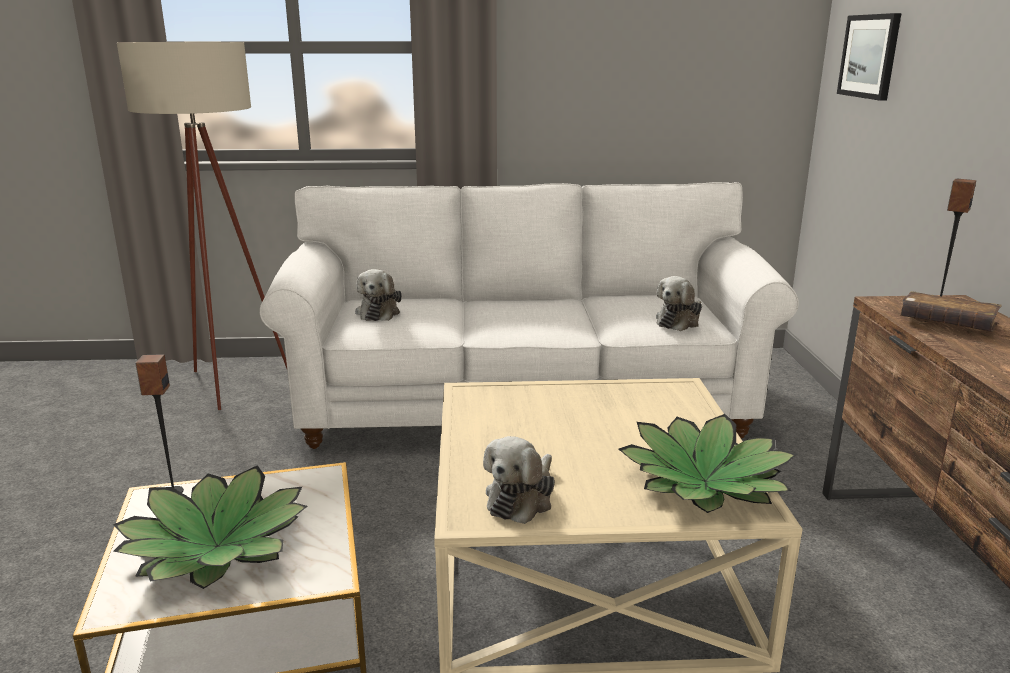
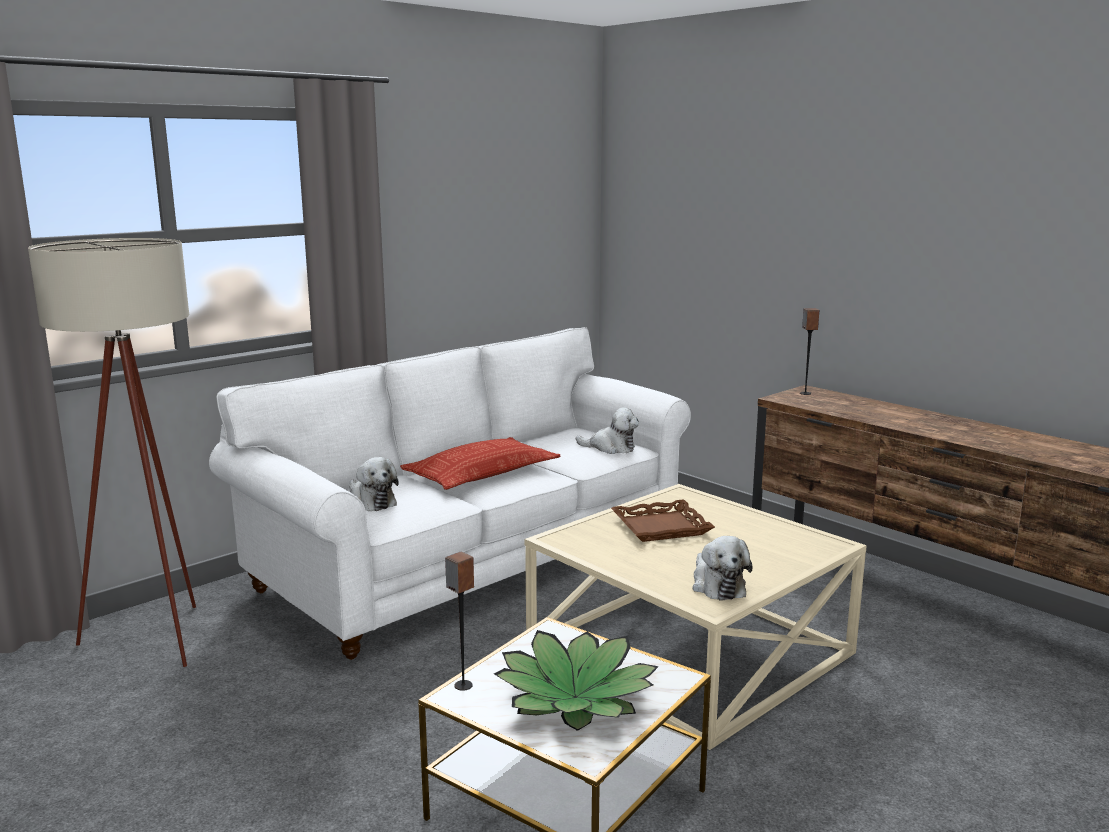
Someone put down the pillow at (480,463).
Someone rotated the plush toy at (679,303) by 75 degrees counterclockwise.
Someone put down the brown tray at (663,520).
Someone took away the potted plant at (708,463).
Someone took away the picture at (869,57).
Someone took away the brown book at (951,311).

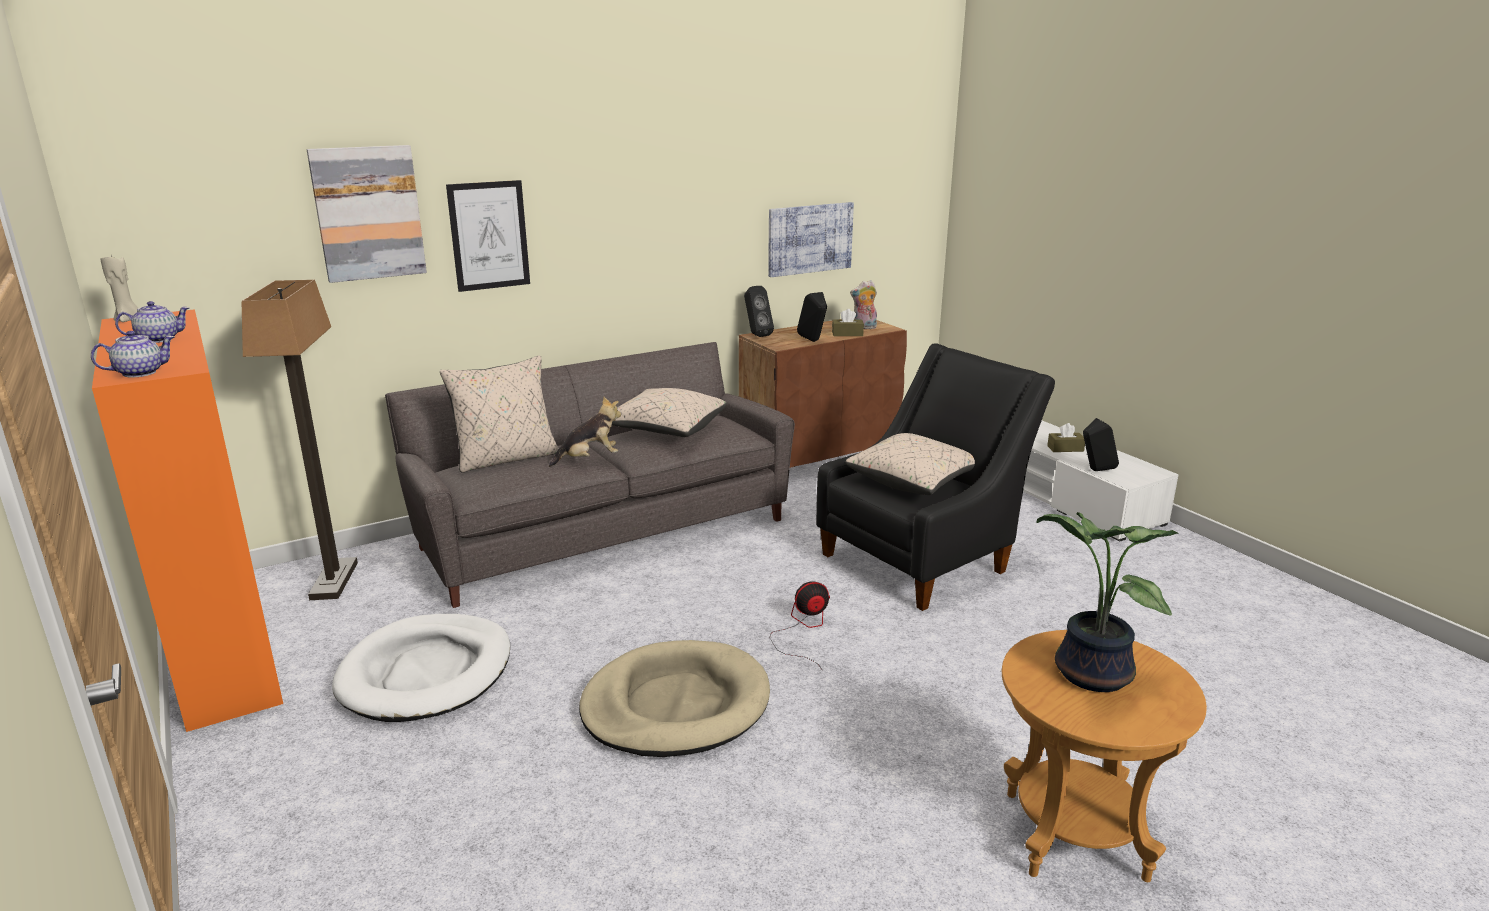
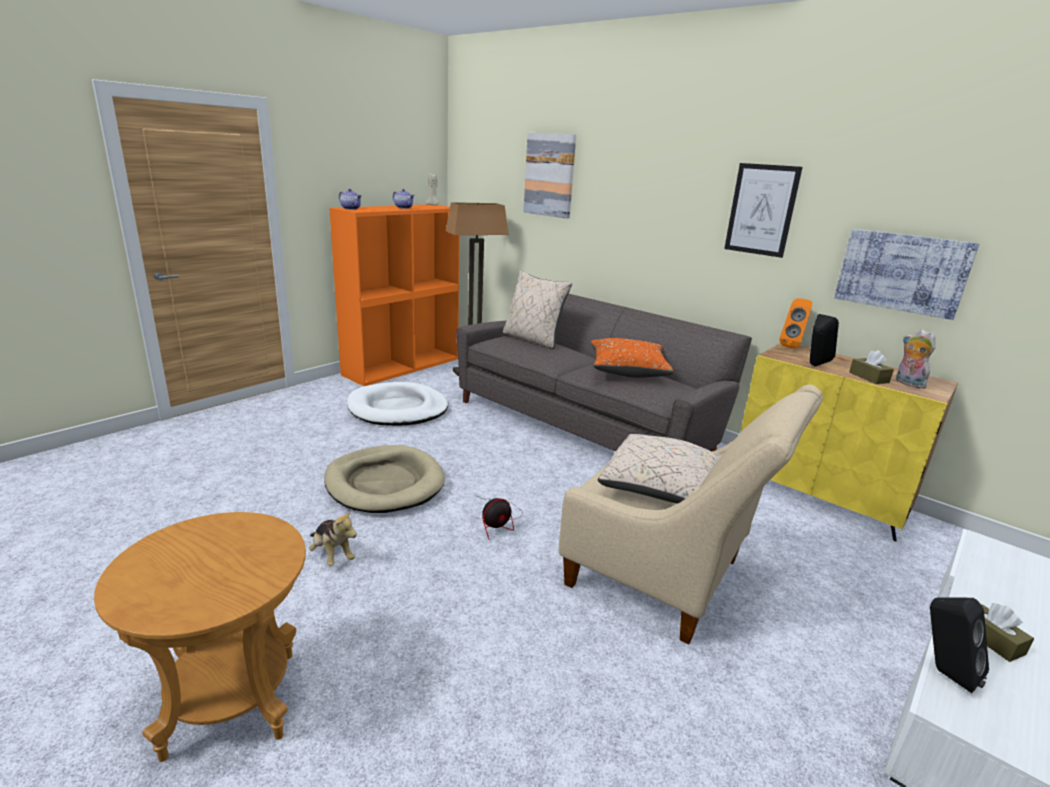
Someone carried the plush toy from (585,431) to (333,538).
Someone rotated the fan at (800,626) by 90 degrees clockwise.
Someone repainted the black armchair at (935,477), which became the beige armchair at (691,514).
Someone repainted the beige pillow at (669,412), which became the orange pillow at (632,358).
Someone carried the picture from (488,236) to (763,210).
Someone repainted the brown cabinet at (823,394), which became the yellow cabinet at (849,442).
Someone repainted the black speaker at (759,311), which became the orange speaker at (796,323).
Someone took away the potted plant at (1107,602).

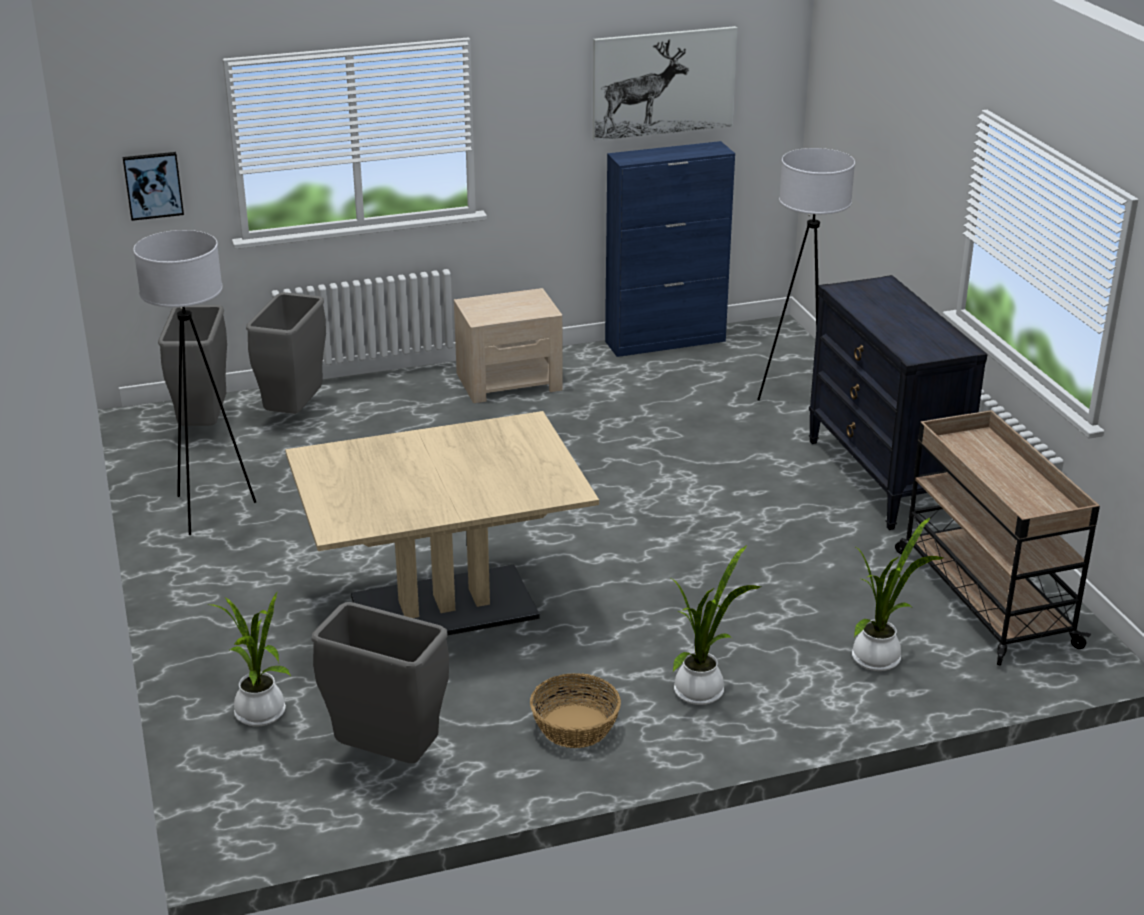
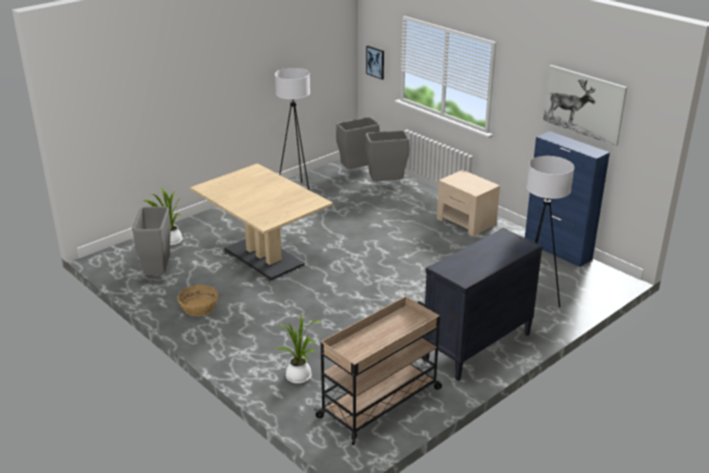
Someone took away the potted plant at (715,625).

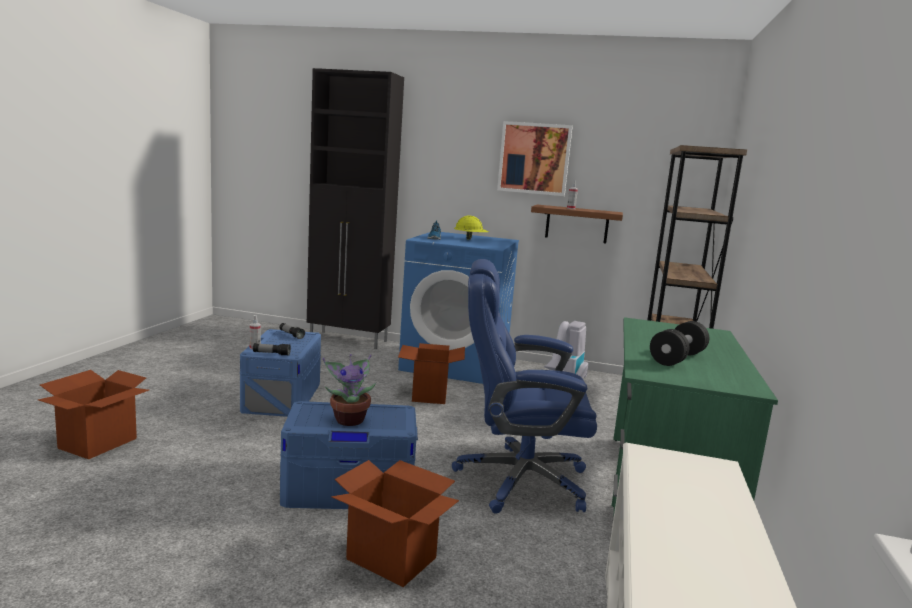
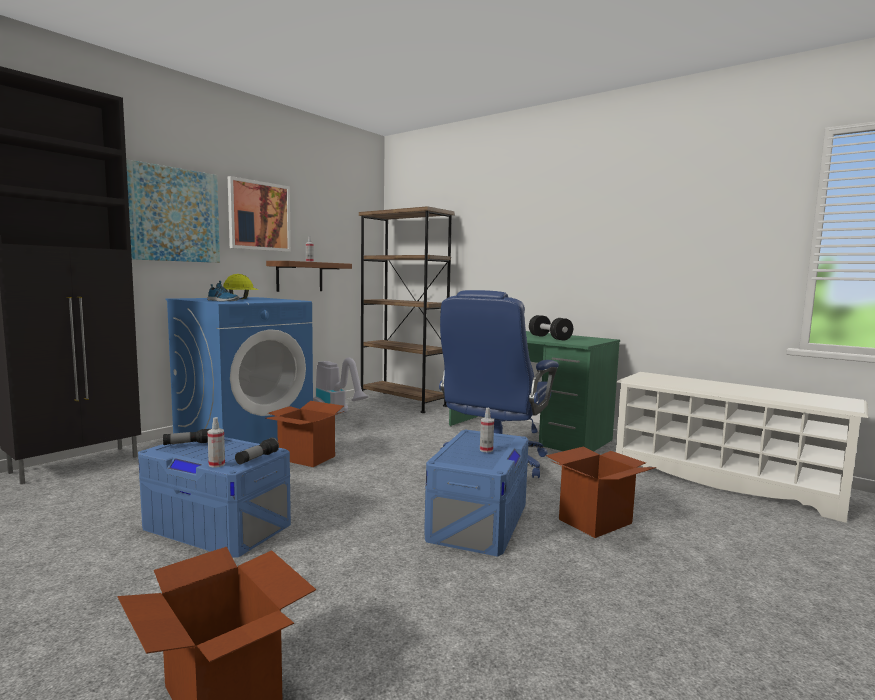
Someone put up the picture at (173,211).
Someone swapped the potted plant at (349,390) for the spray bottle at (487,430).

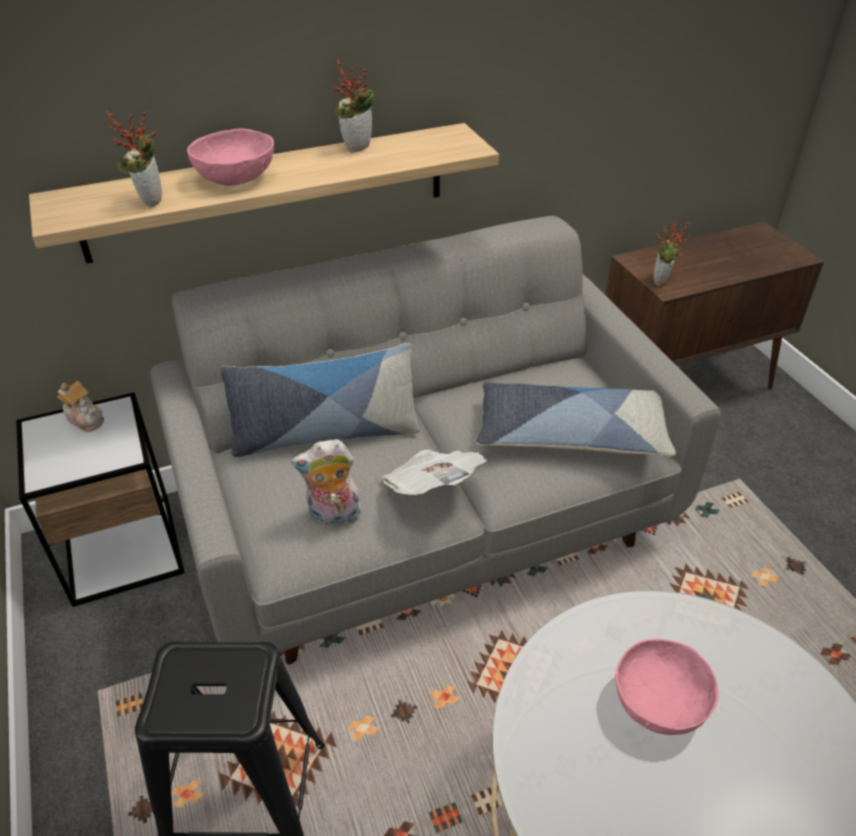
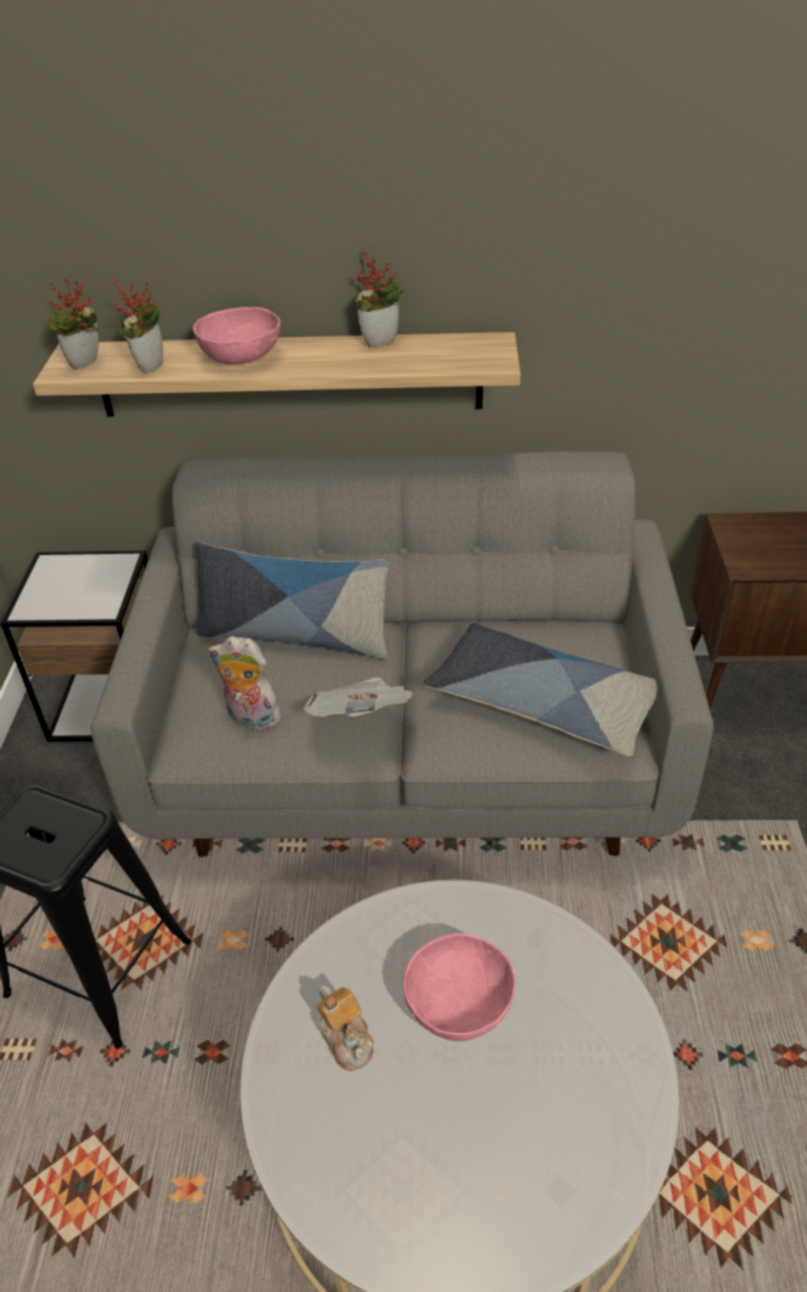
Someone carried the potted plant from (672,254) to (73,323).
Someone carried the teapot from (80,406) to (345,1028).

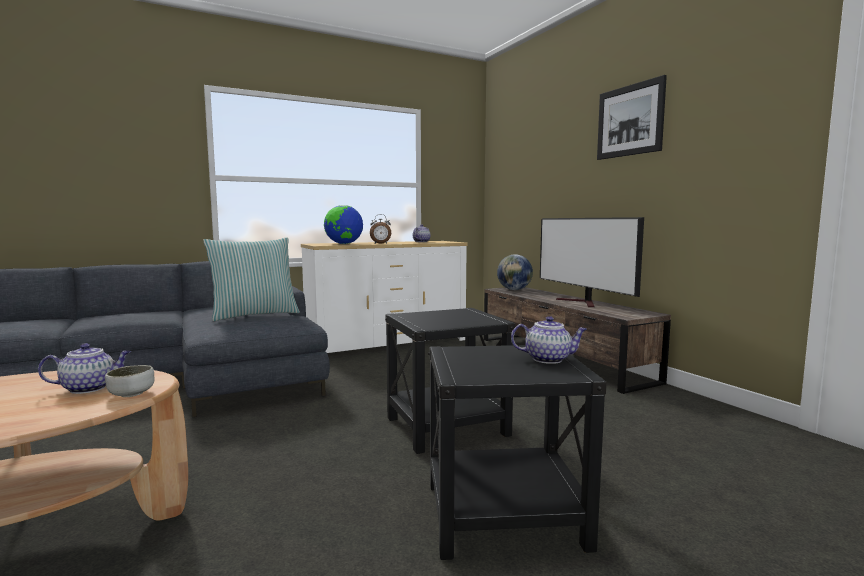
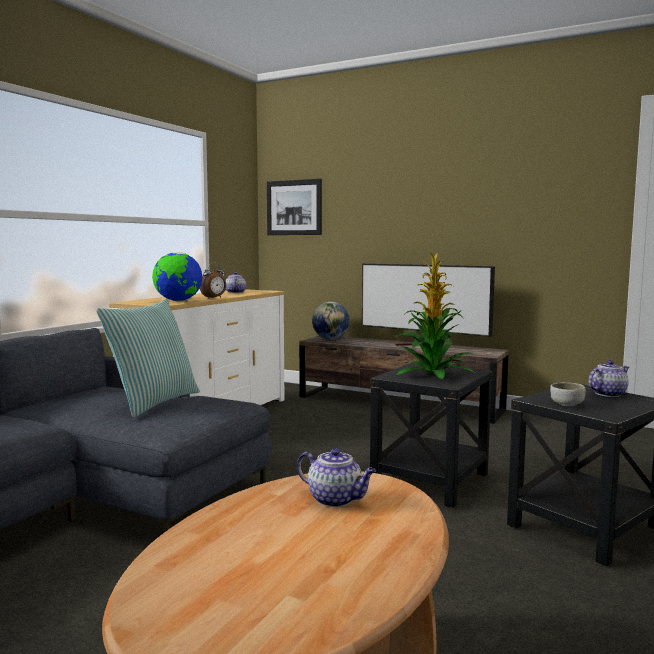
Someone carried the picture from (632,117) to (294,207).
Someone rotated the teapot at (84,368) by 90 degrees clockwise.
Someone put down the potted plant at (434,316).
Someone carried the bowl from (129,381) to (568,394).

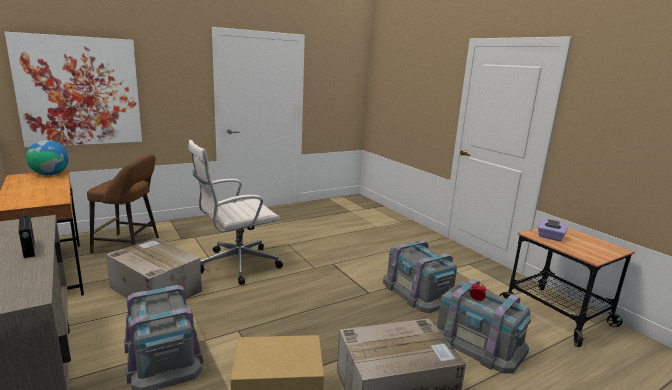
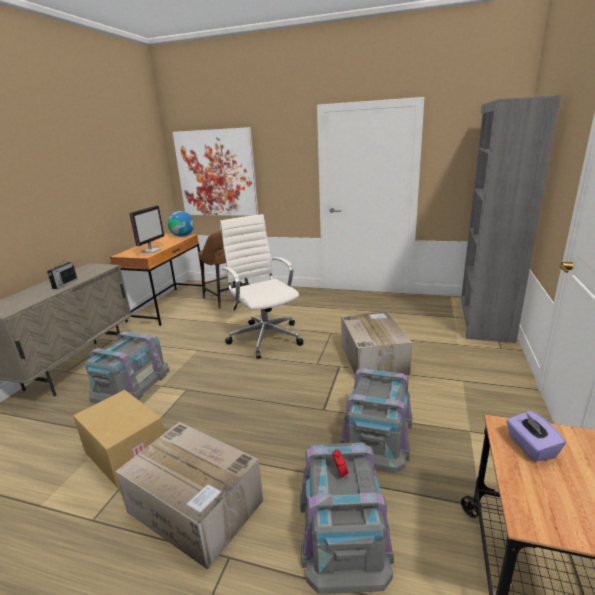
Someone put down the monitor at (147,229).
Someone rotated the white office chair at (235,212) by 45 degrees clockwise.
Someone carried the cardboard box from (154,268) to (376,343).
Someone put down the grey bookcase at (511,219).

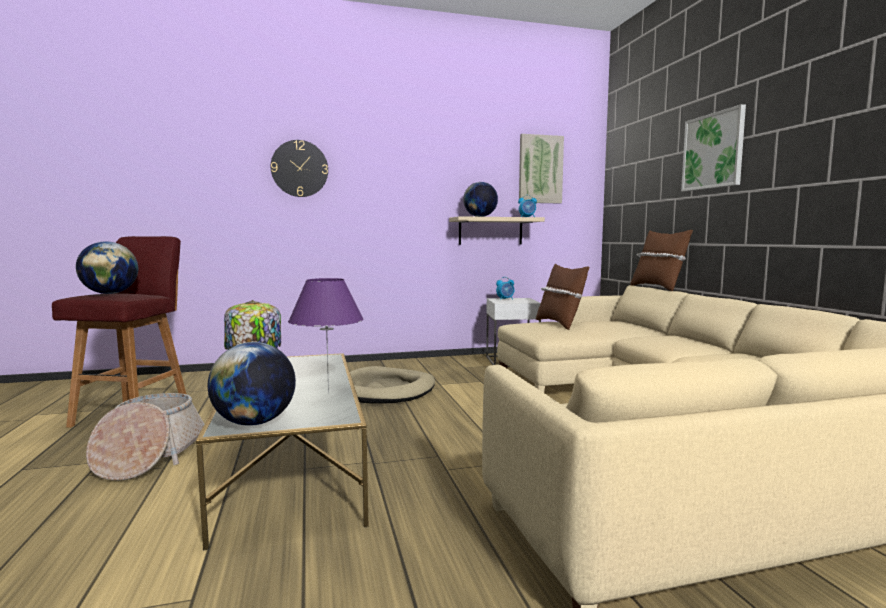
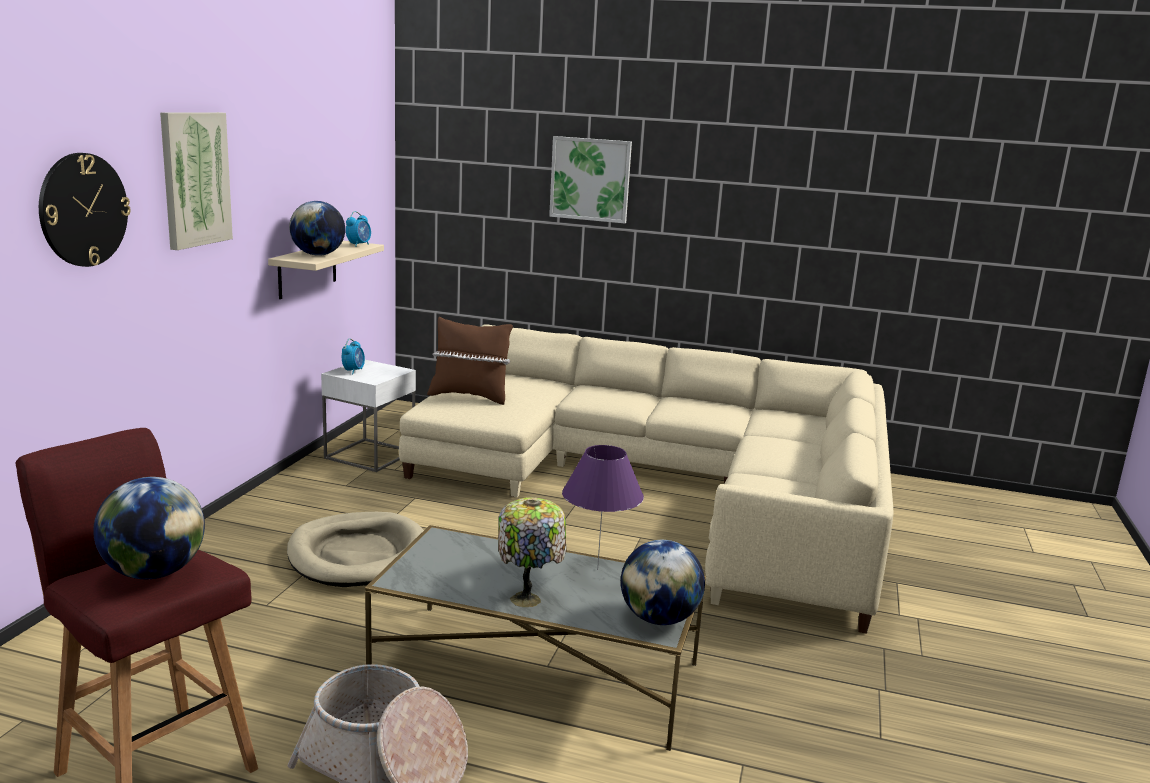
Someone carried the picture from (541,168) to (196,181).
Someone took away the brown pillow at (661,260).

